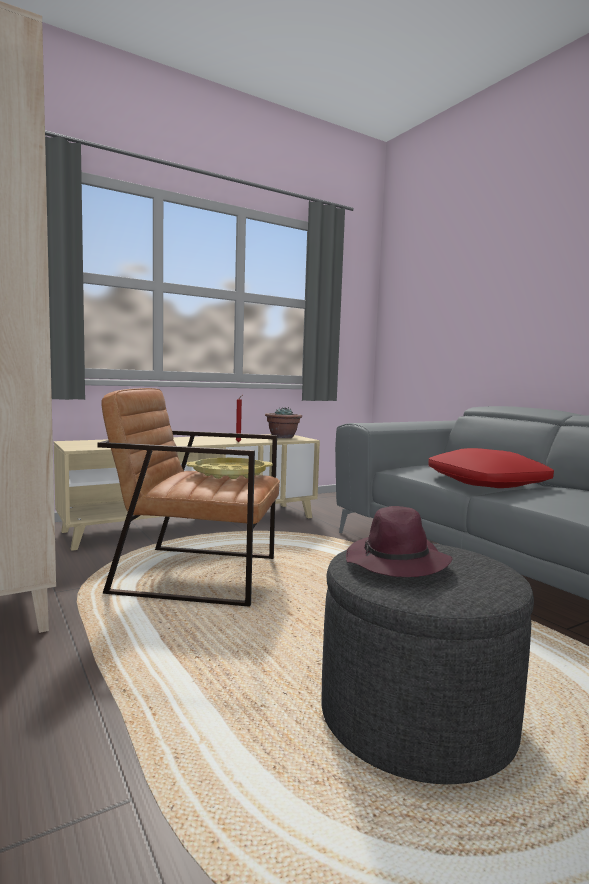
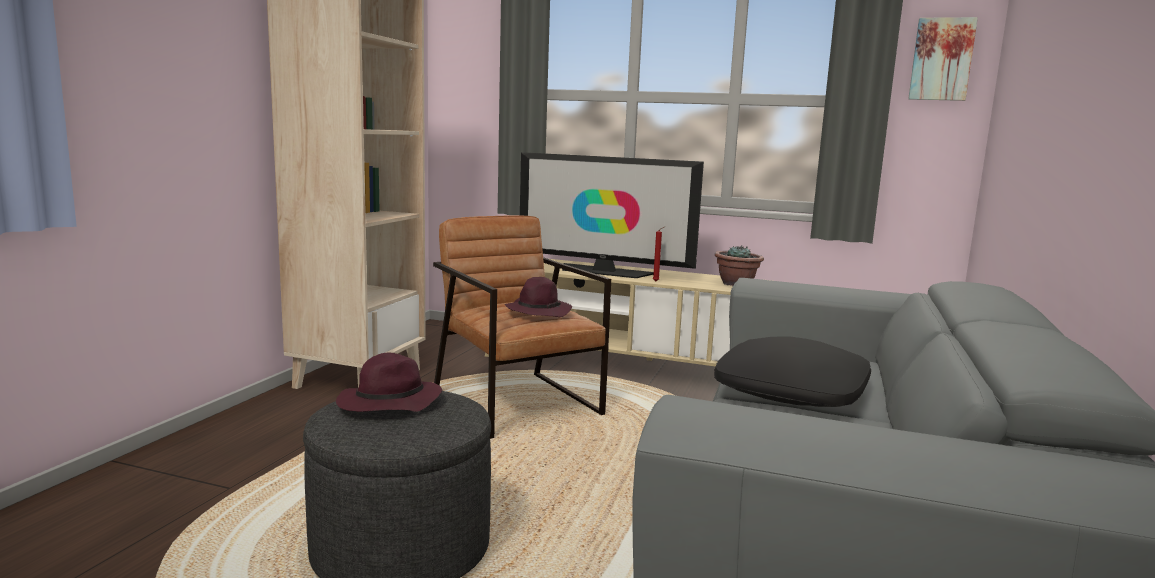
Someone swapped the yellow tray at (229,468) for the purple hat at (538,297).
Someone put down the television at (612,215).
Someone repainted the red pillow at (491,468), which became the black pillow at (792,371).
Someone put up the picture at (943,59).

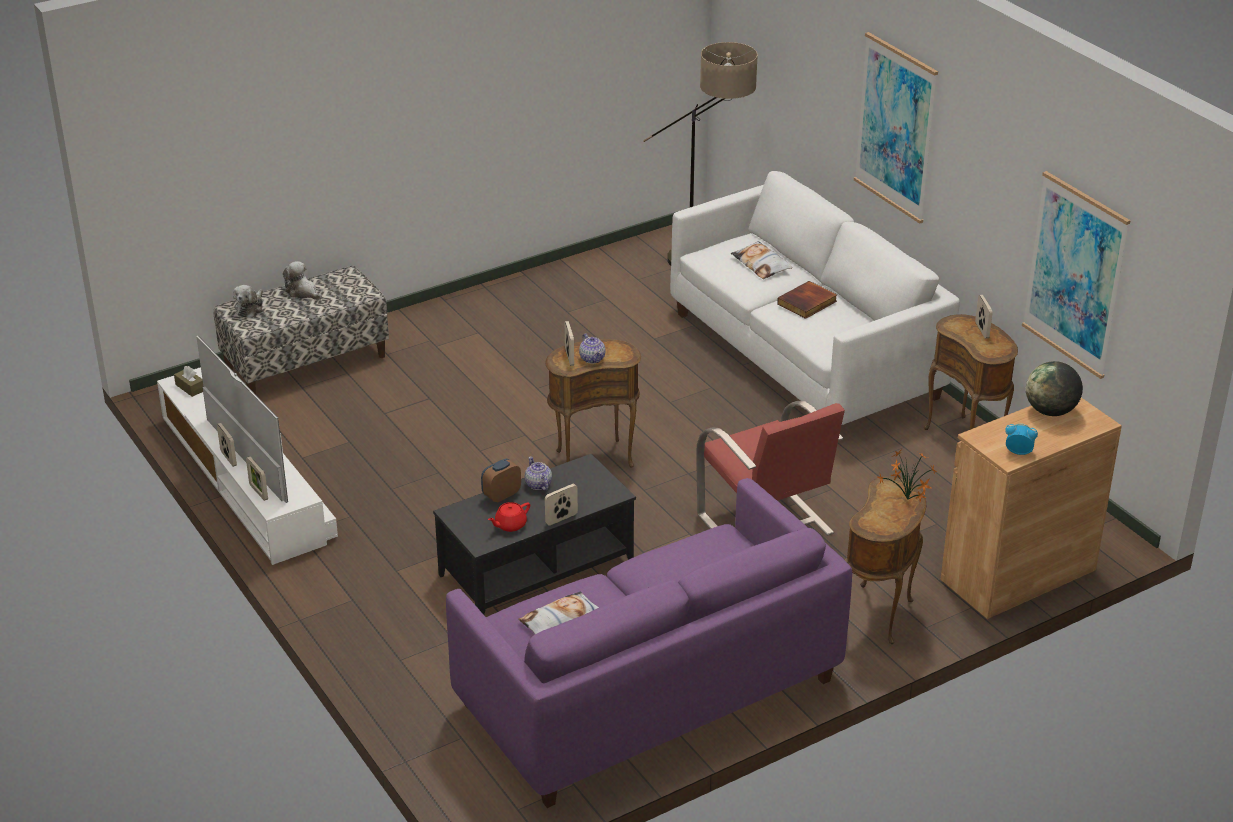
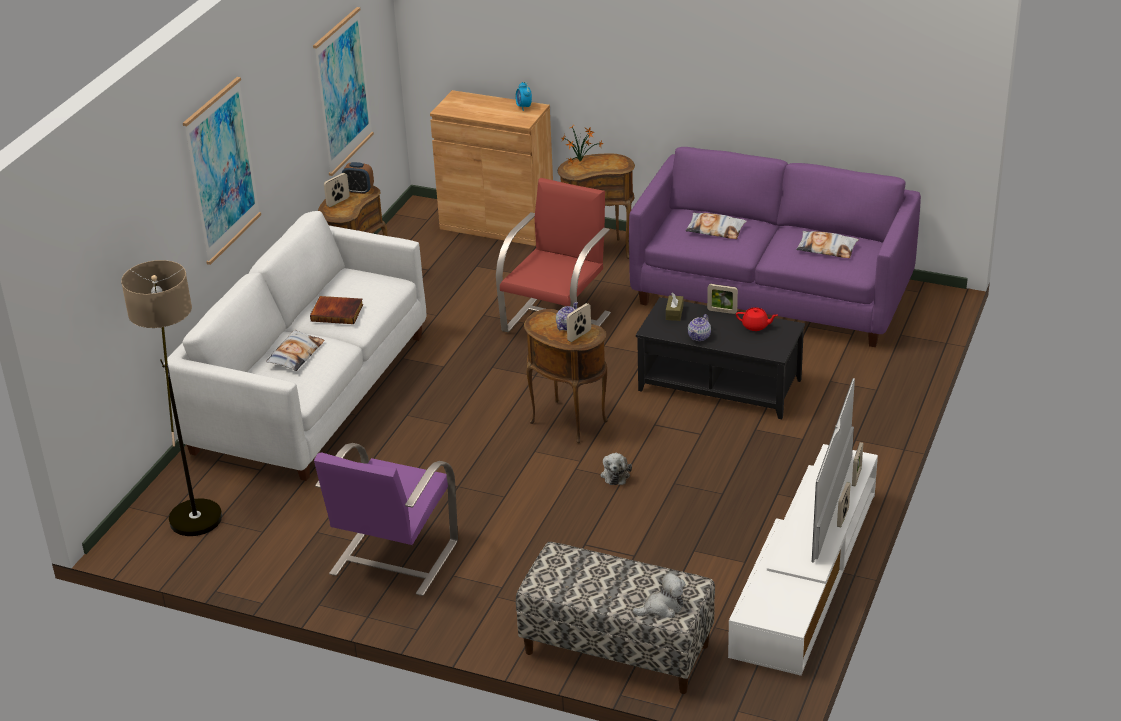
Someone put down the purple armchair at (386,519).
Someone carried the alarm clock from (501,481) to (358,178).
Someone carried the plush toy from (302,280) to (616,468).
Someone carried the brown tissue box from (189,381) to (674,307).
Someone put down the pillow at (716,226).
Someone took away the globe at (1054,388).

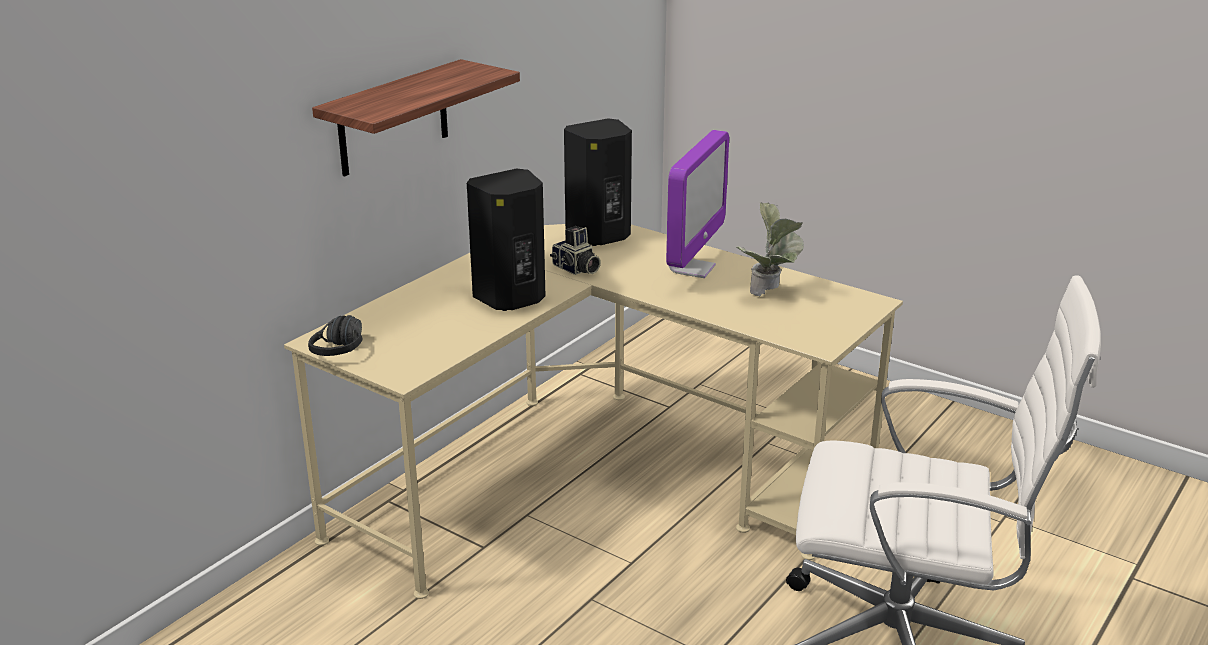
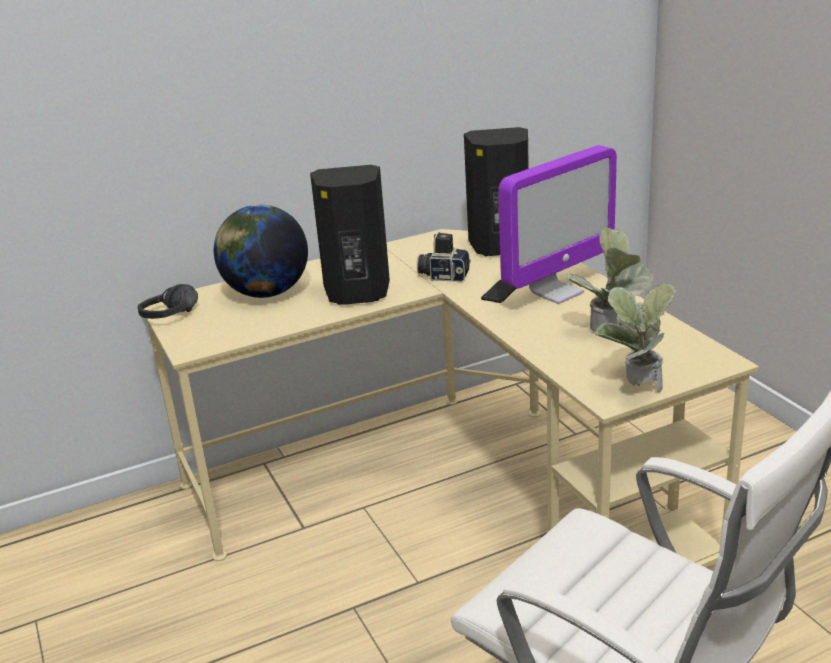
Someone put down the globe at (261,251).
Someone rotated the photo camera at (575,250) by 120 degrees clockwise.
Someone put down the phone at (498,291).
Someone put down the potted plant at (636,337).
Someone took away the shelf at (416,118).

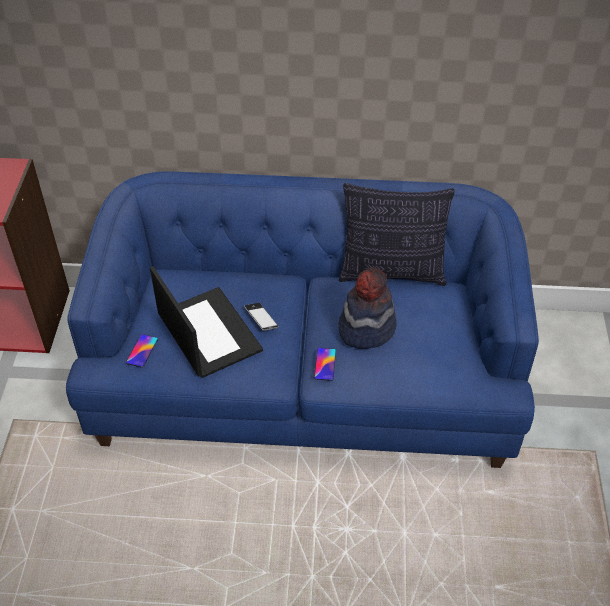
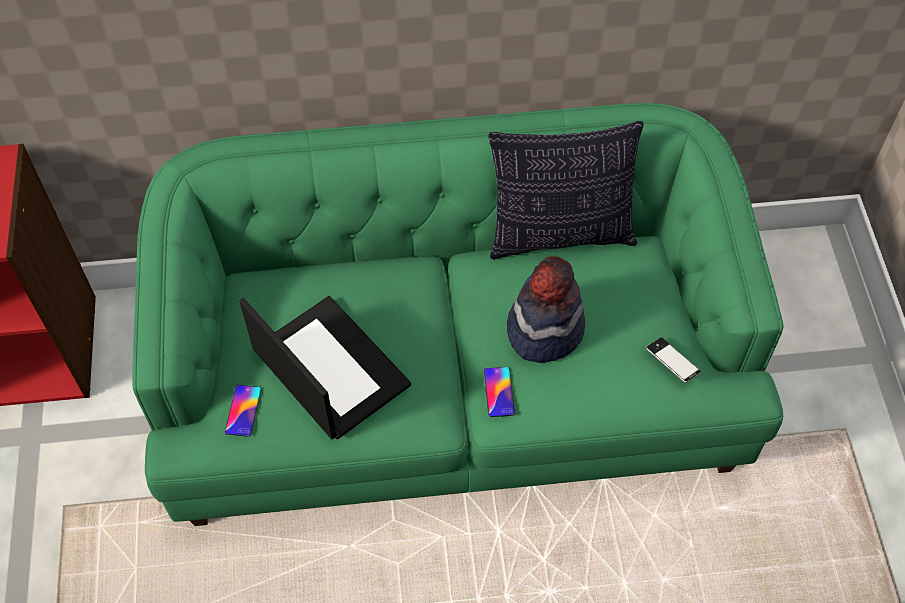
Someone repainted the blue sofa at (302,319), which became the green sofa at (457,314).
Someone carried the phone from (261,317) to (673,360).

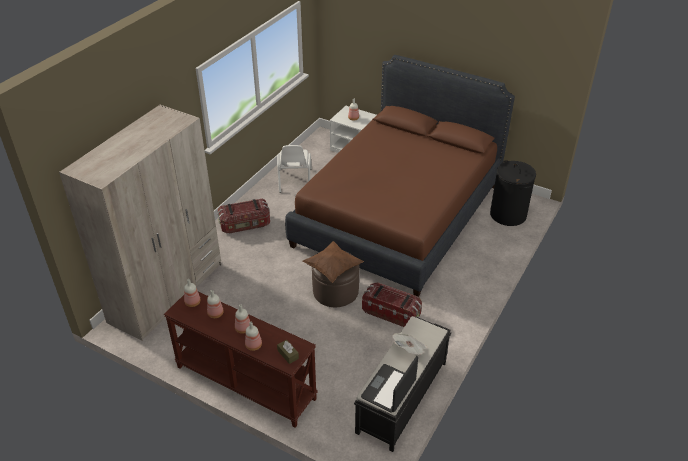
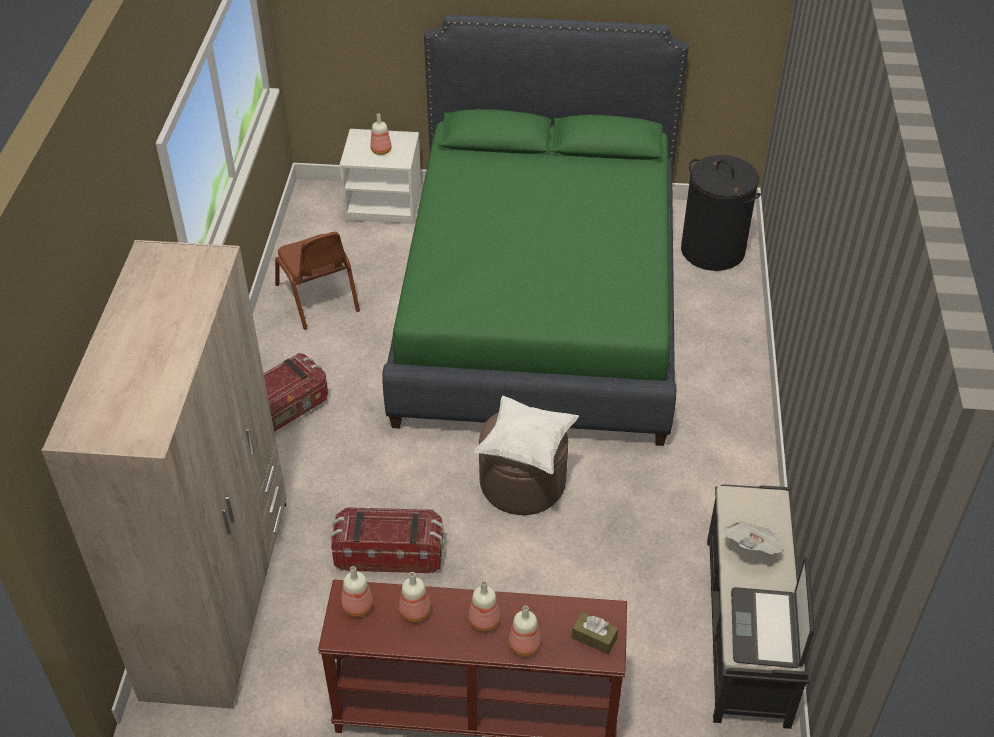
Someone repainted the white chair at (294,169), which became the brown chair at (317,280).
Someone carried the storage box from (392,305) to (387,540).
Someone repainted the brown bed at (400,176), which became the green bed at (535,230).
Someone repainted the brown pillow at (333,262), which became the white pillow at (526,435).

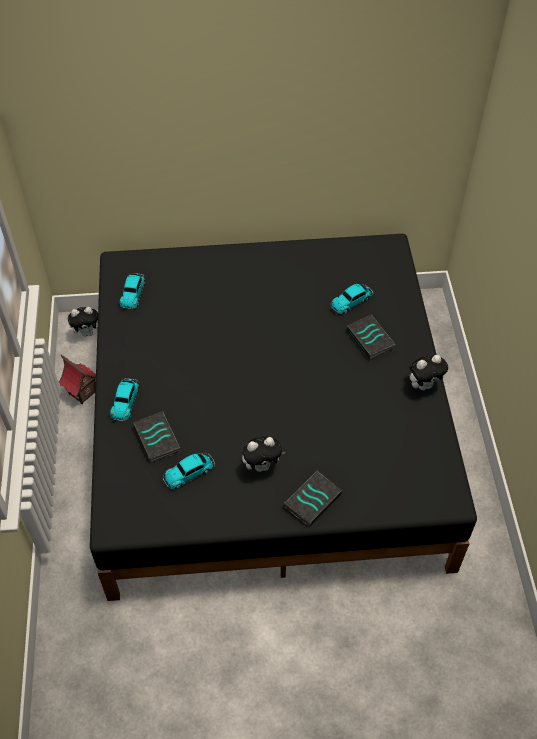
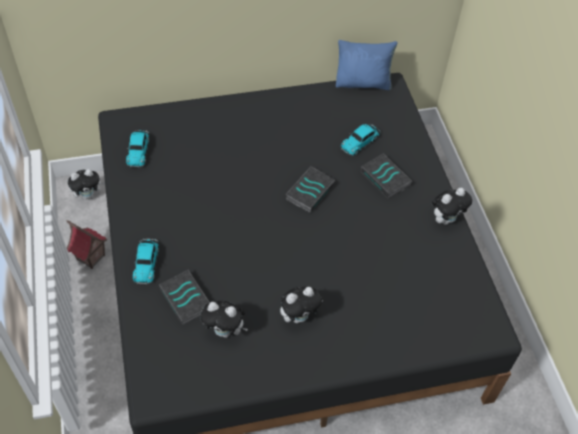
Someone swapped the toy car at (189,471) for the plush toy at (224,319).
Someone carried the book from (313,499) to (310,189).
Someone put down the blue pillow at (366,65).

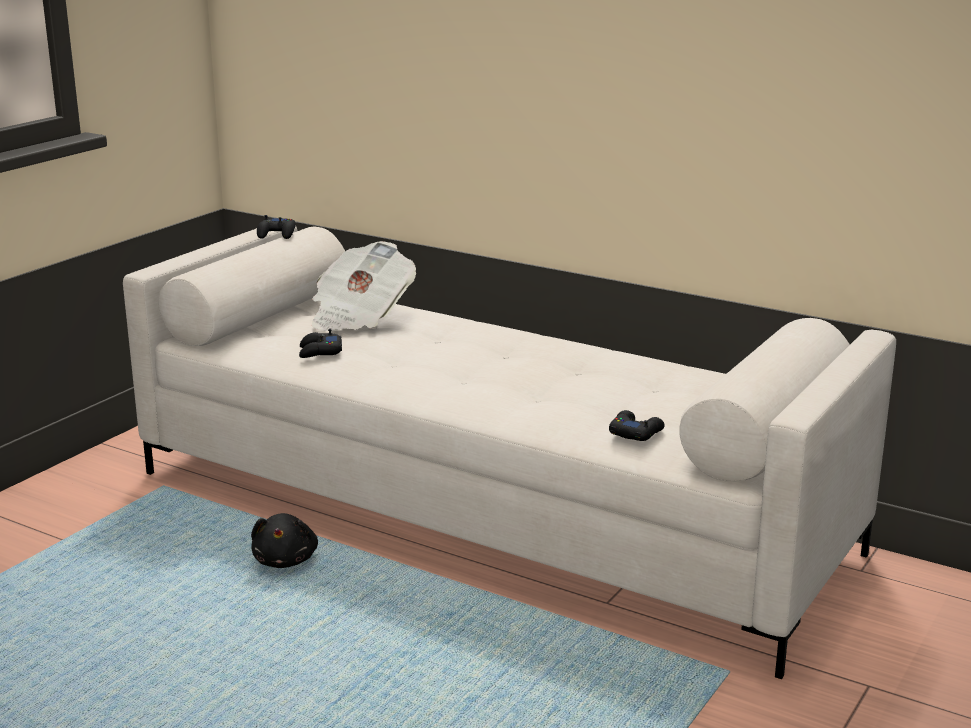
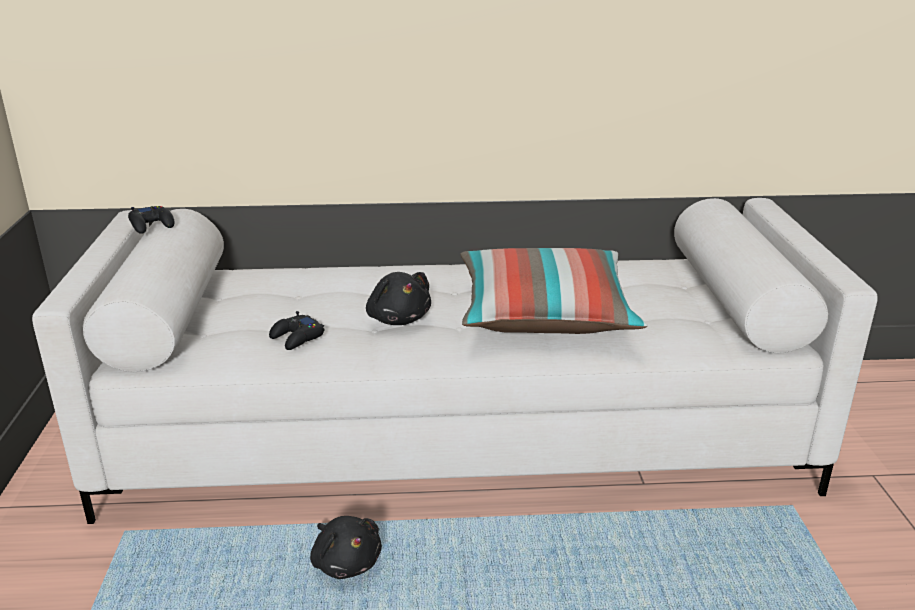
Someone put down the black plush toy at (398,298).
Someone put down the pillow at (553,291).
Someone took away the newspaper at (363,286).
Someone took away the black game controller at (637,425).

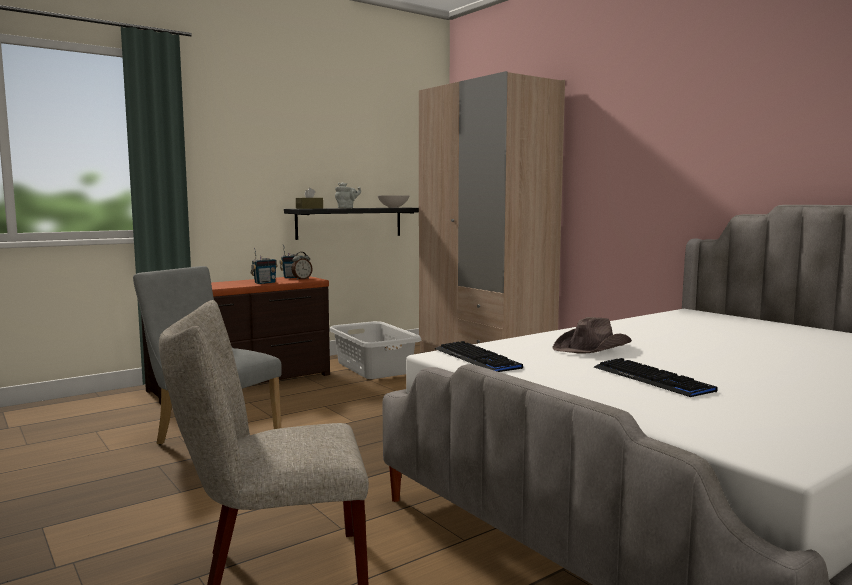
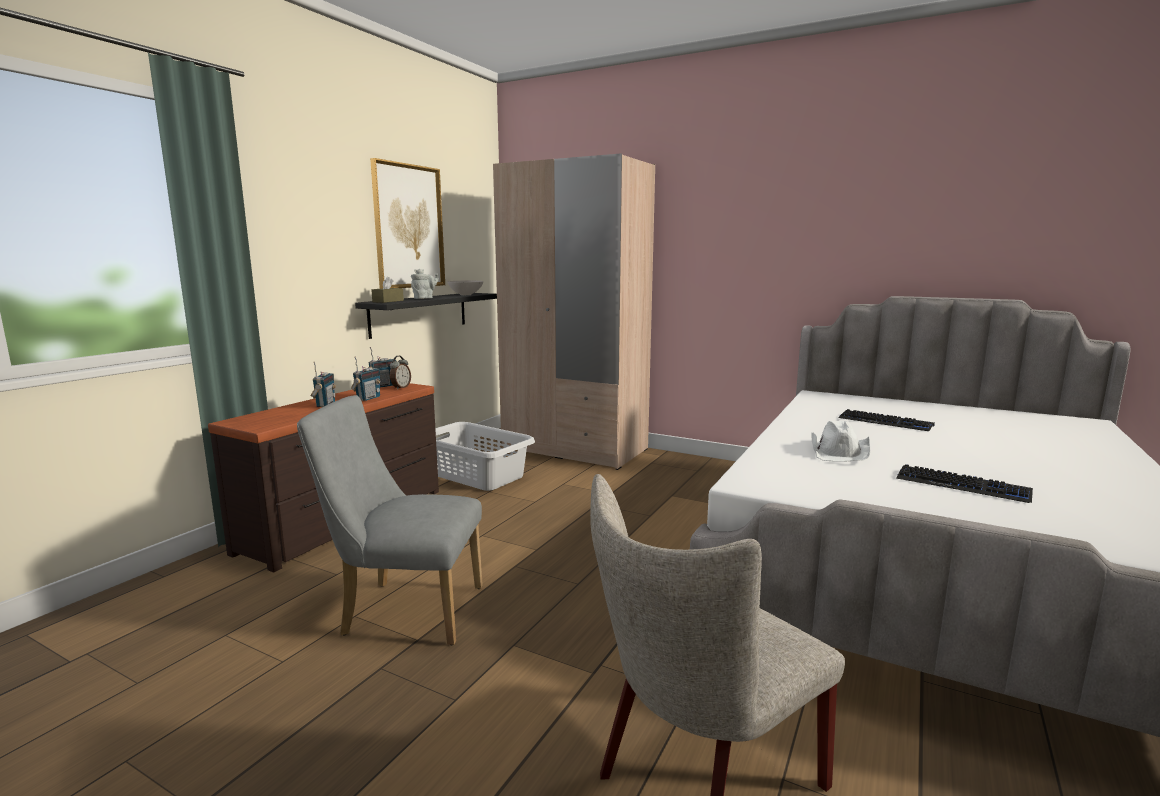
Someone put down the radio at (323,384).
Someone put up the picture at (407,223).
Someone repainted the brown hat at (592,335), which became the white hat at (840,441).
Someone carried the keyboard from (479,356) to (887,420).

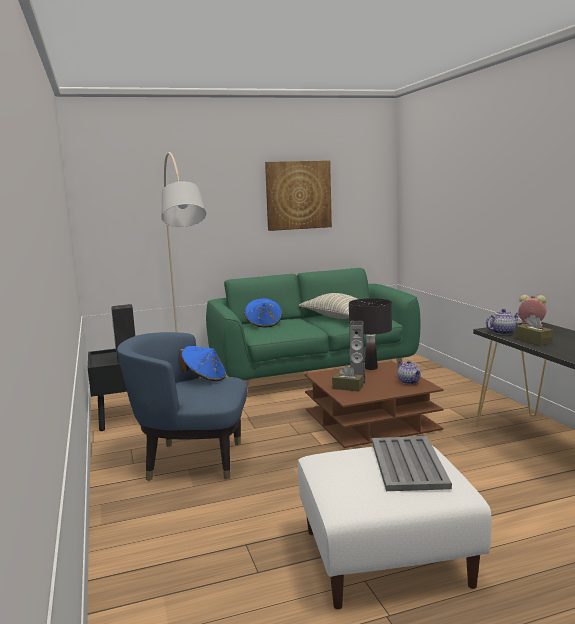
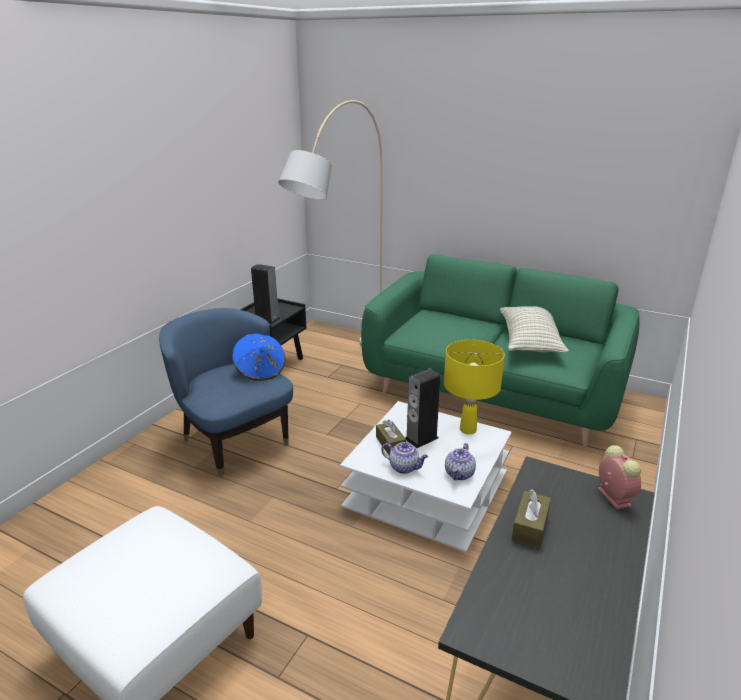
Someone repainted the brown coffee table at (374,404), which became the white coffee table at (426,476).
Someone carried the teapot from (503,322) to (404,458).
Someone repainted the black table lamp at (370,334), which became the yellow table lamp at (474,387).
Someone took away the blue hat at (263,312).
Someone took away the picture at (298,195).
Someone took away the grey tray at (412,463).

